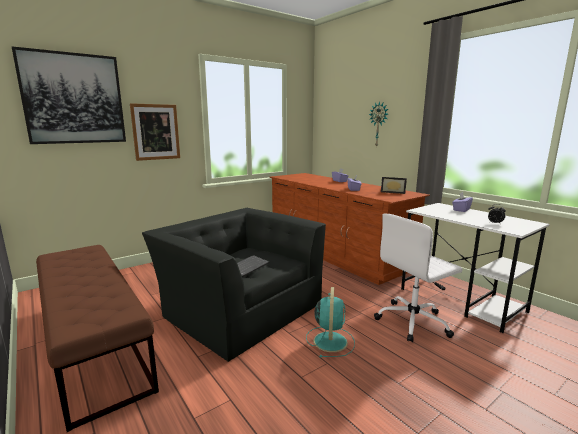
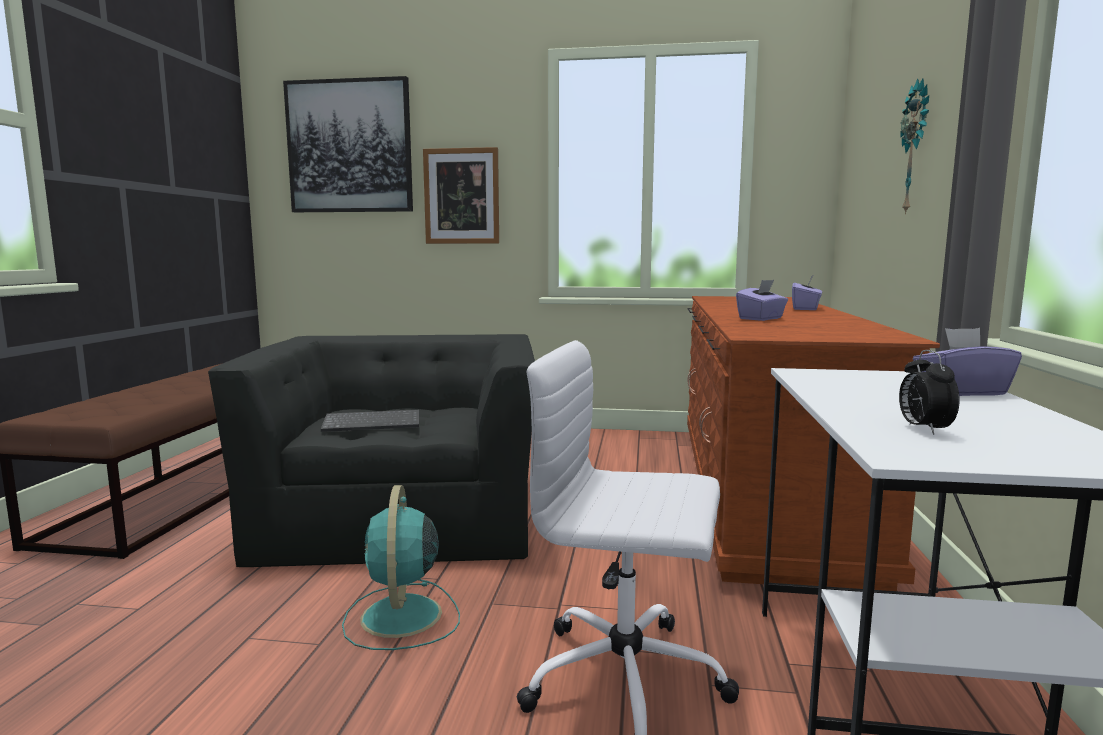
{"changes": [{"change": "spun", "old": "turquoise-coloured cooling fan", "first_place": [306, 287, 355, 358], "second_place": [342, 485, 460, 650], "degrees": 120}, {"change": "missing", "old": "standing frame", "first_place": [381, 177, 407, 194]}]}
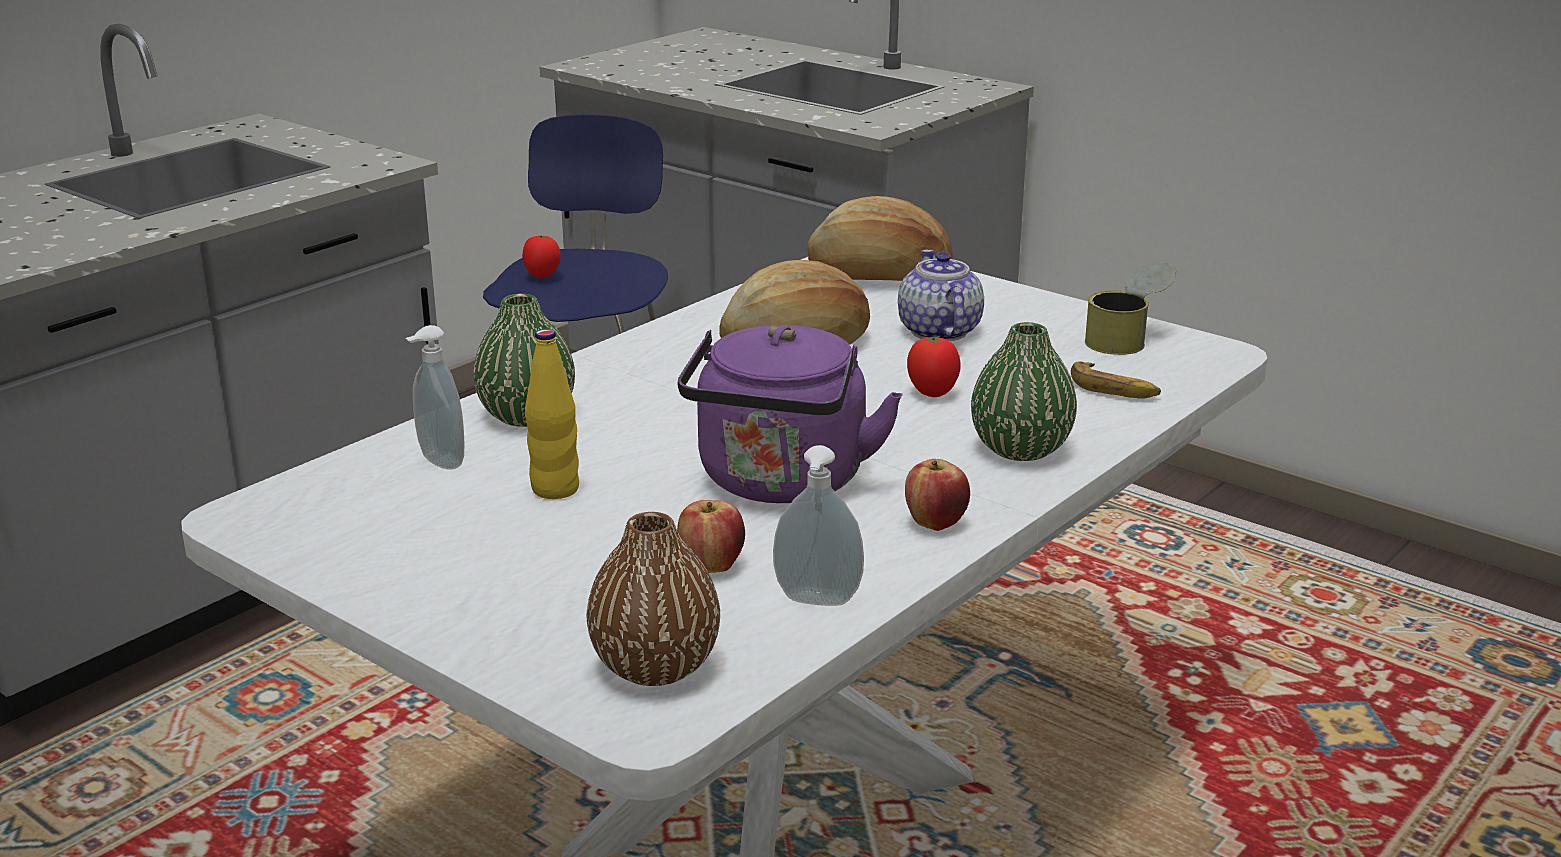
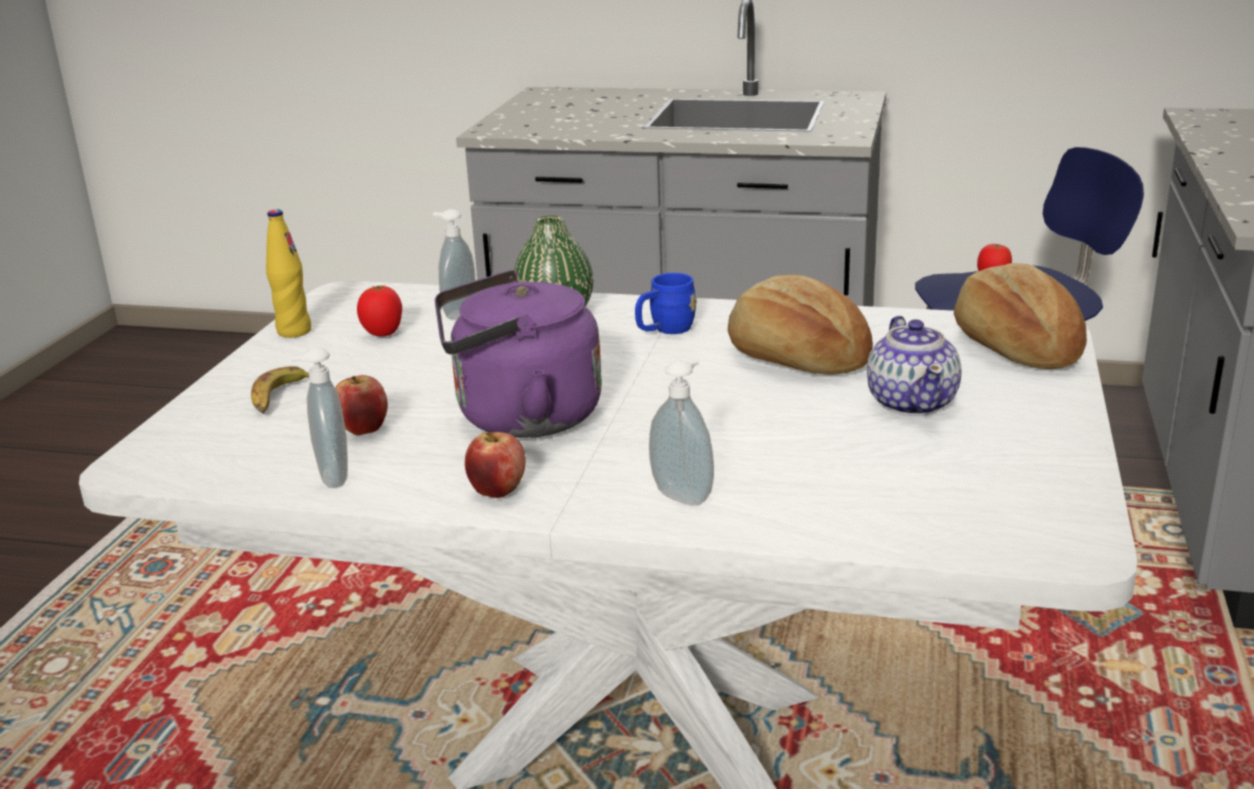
{"changes": [{"change": "relocated", "old": "yellow beverage bottle", "first_place": [525, 329, 579, 499], "second_place": [266, 209, 311, 338]}, {"change": "missing", "old": "brown flower vase", "first_place": [586, 512, 720, 686]}, {"change": "spun", "old": "teapot", "first_place": [898, 250, 984, 341], "second_place": [867, 316, 961, 416], "degrees": 120}, {"change": "relocated", "old": "whole tomato", "first_place": [907, 336, 961, 397], "second_place": [357, 285, 402, 337]}, {"change": "exchanged", "old": "greenish flower vase", "new": "soap dispenser", "first_place": [971, 322, 1077, 461], "second_place": [649, 358, 714, 506]}, {"change": "relocated", "old": "banana fruit", "first_place": [1071, 361, 1161, 399], "second_place": [251, 366, 309, 414]}, {"change": "missing", "old": "metal can", "first_place": [1085, 262, 1176, 355]}, {"change": "appeared", "new": "blue mug", "second_place": [635, 273, 697, 334]}]}
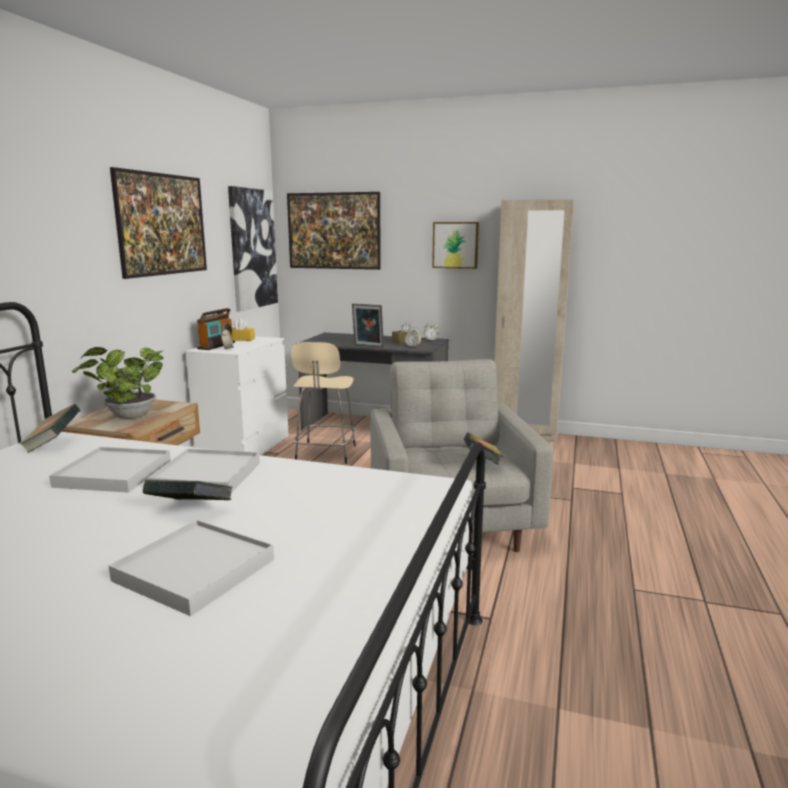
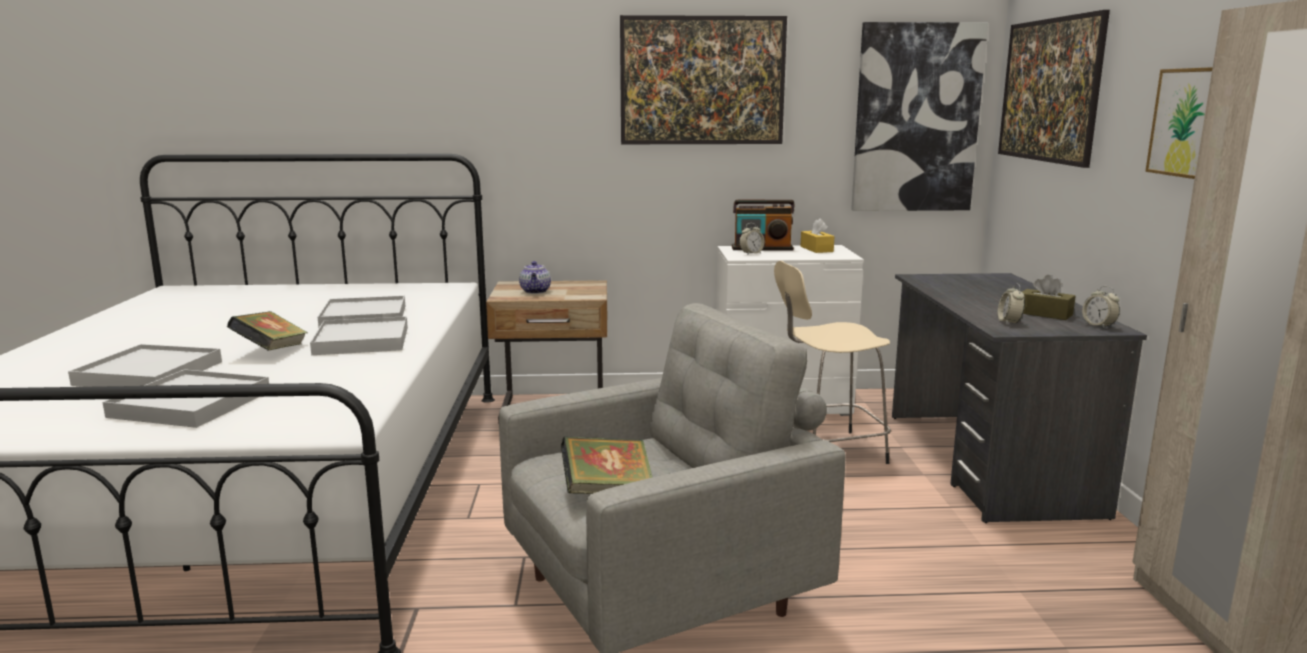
{"changes": [{"change": "missing", "old": "bound book", "first_place": [19, 404, 80, 453]}, {"change": "exchanged", "old": "potted plant", "new": "teapot", "first_place": [72, 347, 164, 419], "second_place": [519, 261, 551, 294]}, {"change": "missing", "old": "standing frame", "first_place": [352, 303, 384, 348]}, {"change": "appeared", "new": "whitish serving tray", "second_place": [103, 369, 269, 428]}]}
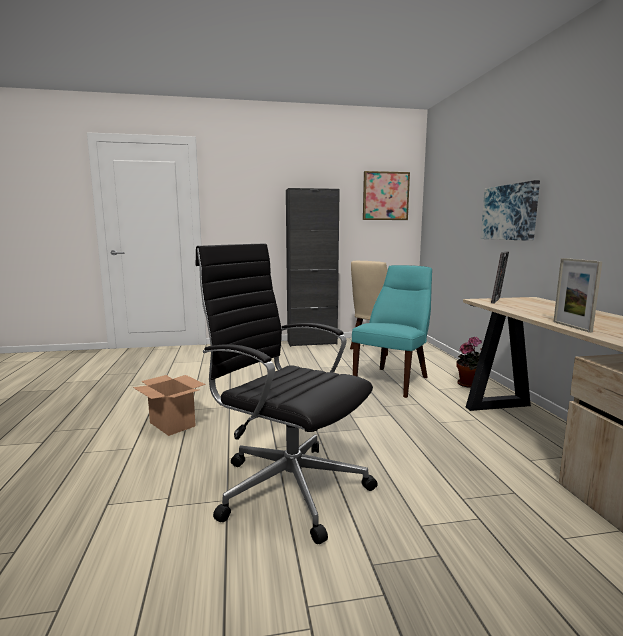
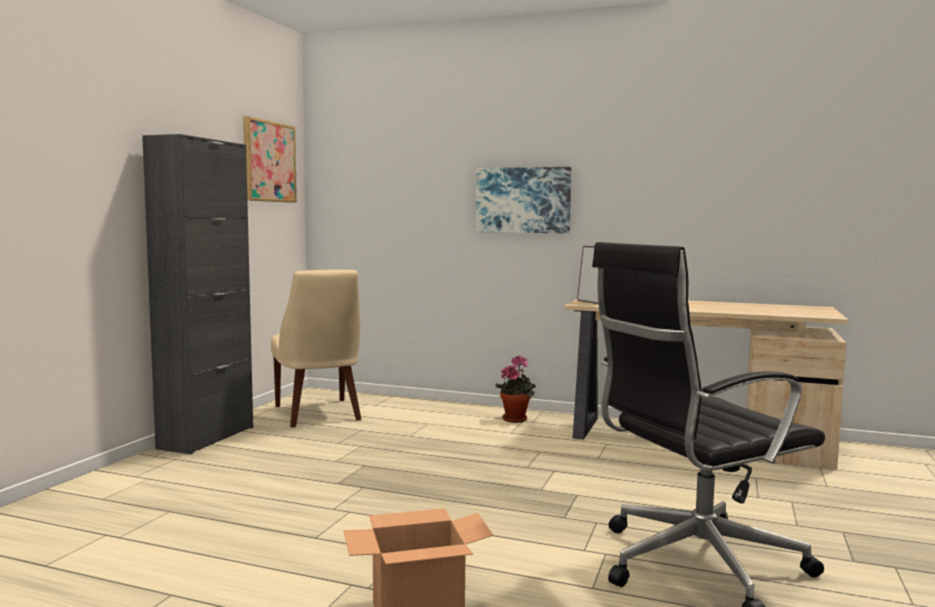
{"changes": [{"change": "missing", "old": "turquoise-coloured upright chair", "first_place": [352, 265, 432, 398]}, {"change": "missing", "old": "standing frame", "first_place": [553, 258, 602, 333]}]}
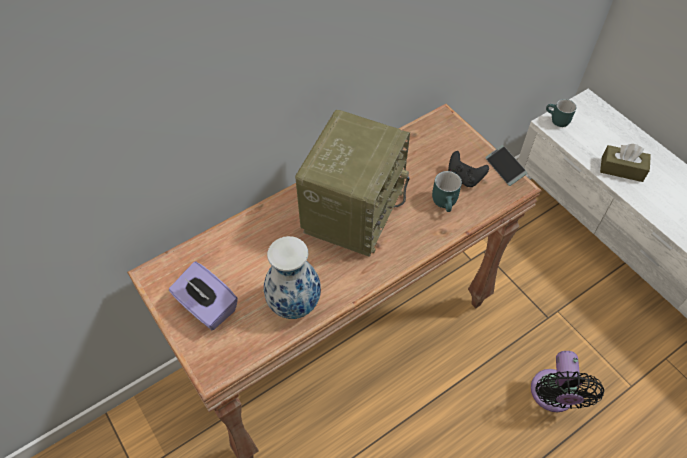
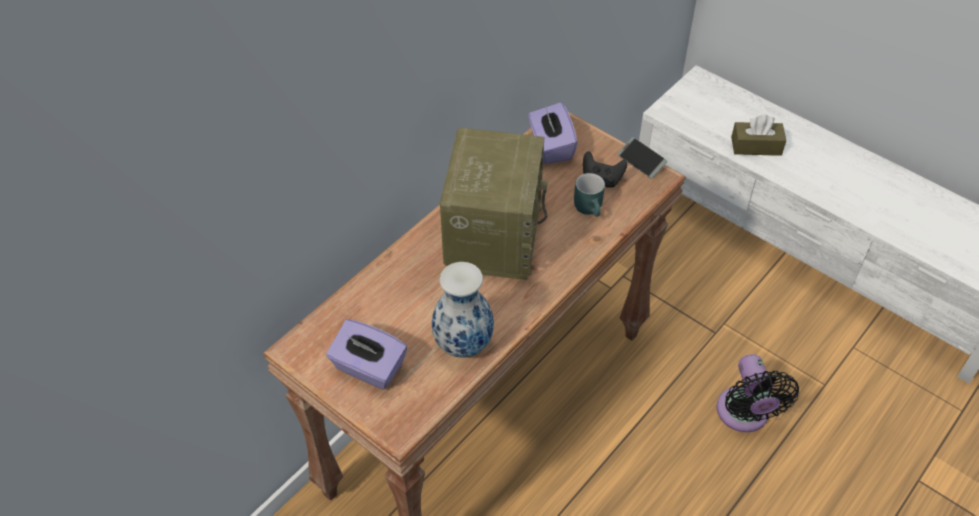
{"changes": [{"change": "missing", "old": "turquoise-coloured mug", "first_place": [546, 99, 576, 127]}, {"change": "appeared", "new": "purplish box of tissues", "second_place": [528, 102, 578, 164]}]}
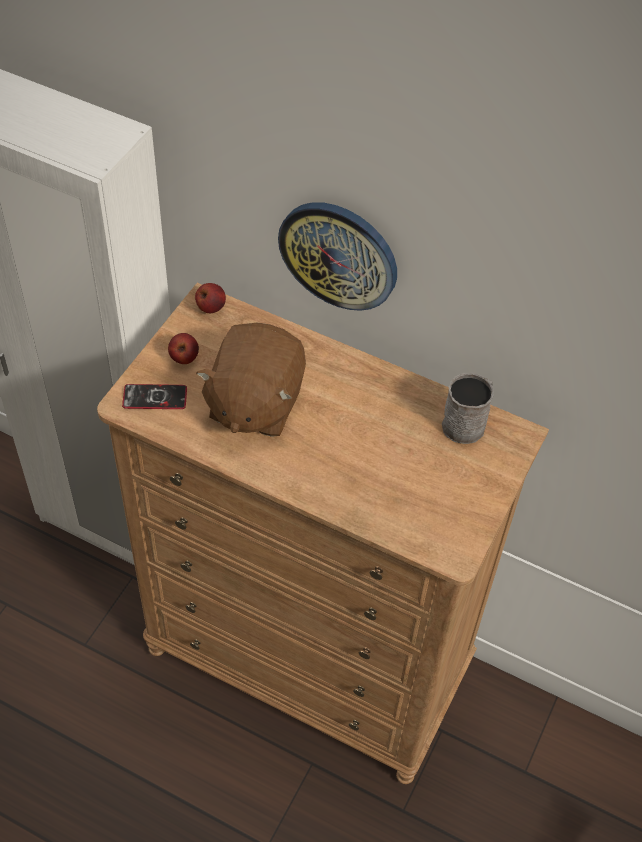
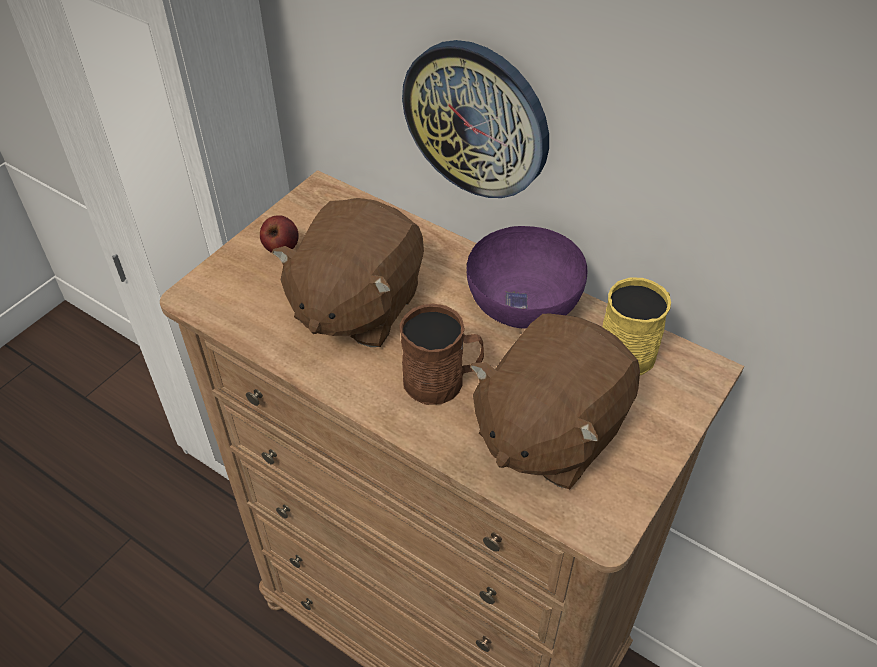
{"changes": [{"change": "missing", "old": "handset", "first_place": [122, 384, 187, 409]}, {"change": "missing", "old": "whole apple", "first_place": [195, 283, 226, 313]}, {"change": "colour", "old": "grey mug", "new": "yellow mug", "first_place": [442, 373, 494, 444], "second_place": [602, 277, 671, 375]}, {"change": "appeared", "new": "brown mug", "second_place": [399, 304, 484, 405]}, {"change": "appeared", "new": "purplish serving bowl", "second_place": [467, 226, 588, 329]}, {"change": "appeared", "new": "brown cuddly toy", "second_place": [470, 314, 640, 489]}]}
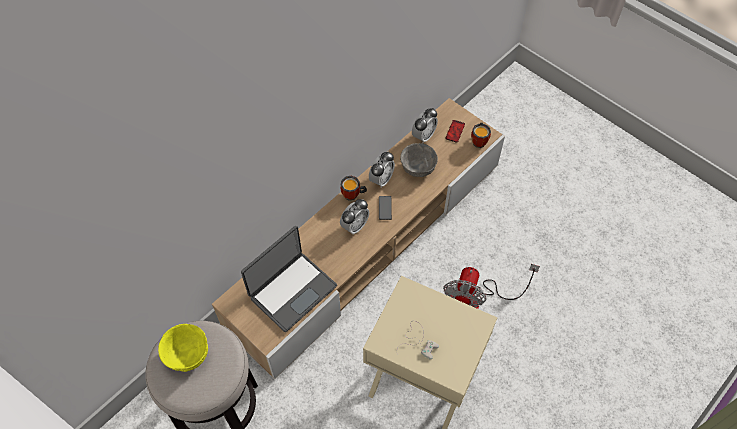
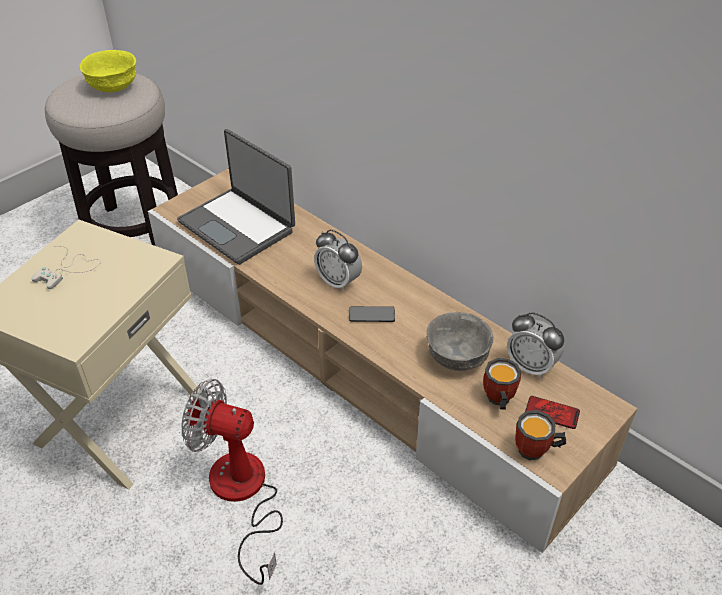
{"changes": [{"change": "relocated", "old": "mug", "first_place": [340, 176, 367, 201], "second_place": [483, 358, 521, 410]}, {"change": "missing", "old": "table clock", "first_place": [369, 151, 395, 188]}]}
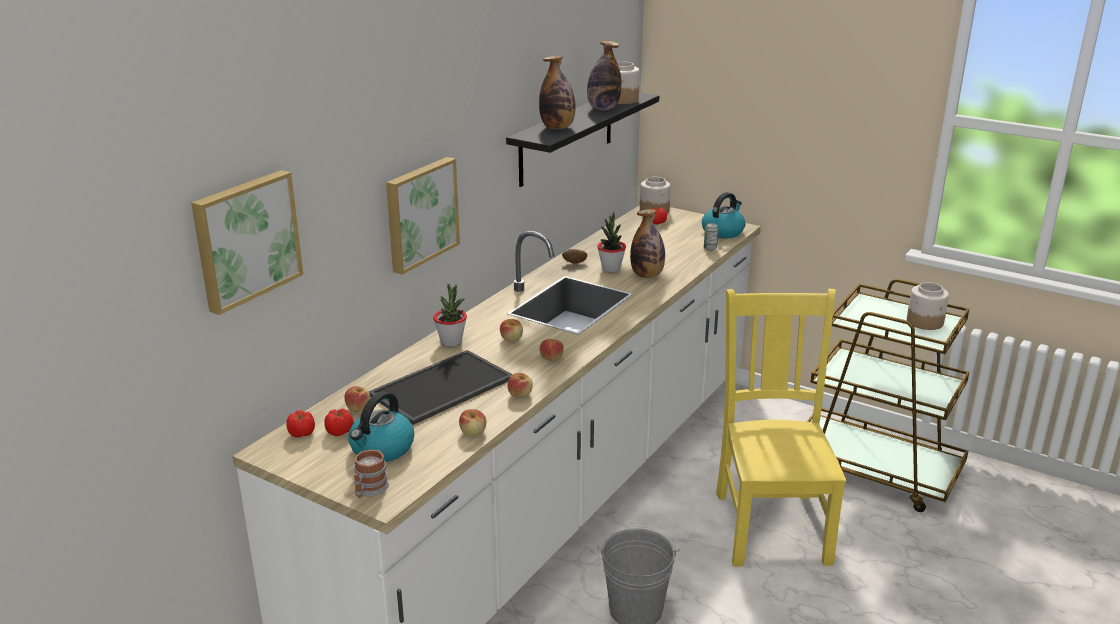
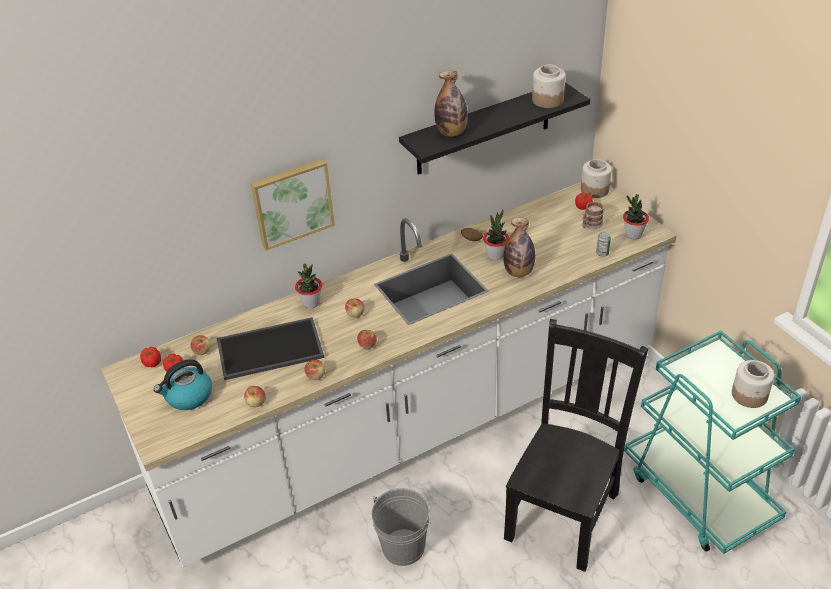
{"changes": [{"change": "missing", "old": "wall art", "first_place": [191, 170, 303, 315]}, {"change": "relocated", "old": "mug", "first_place": [354, 450, 389, 498], "second_place": [582, 202, 604, 229]}, {"change": "missing", "old": "beverage bottle", "first_place": [587, 41, 621, 110]}, {"change": "exchanged", "old": "water kettle", "new": "potted plant", "first_place": [702, 192, 745, 239], "second_place": [623, 194, 649, 239]}, {"change": "colour", "old": "yellow upright chair", "new": "black-coloured upright chair", "first_place": [716, 289, 846, 566], "second_place": [504, 319, 648, 572]}, {"change": "colour", "old": "brown wheeled cart", "new": "turquoise-coloured wheeled cart", "first_place": [807, 279, 969, 512], "second_place": [624, 331, 801, 554]}]}
